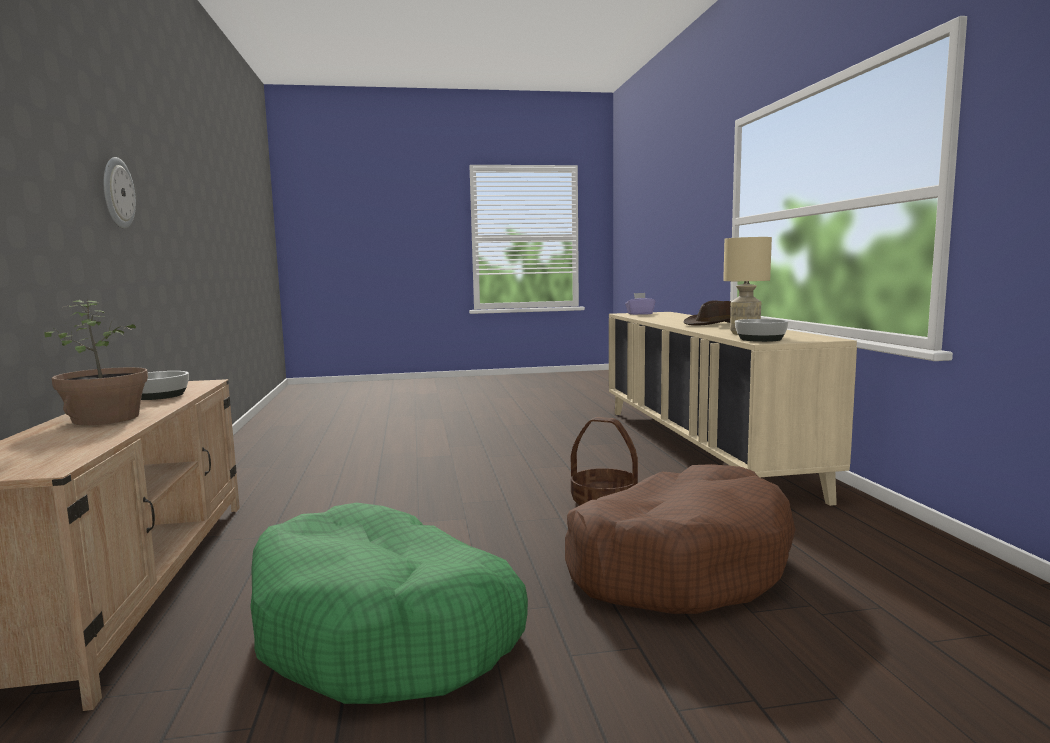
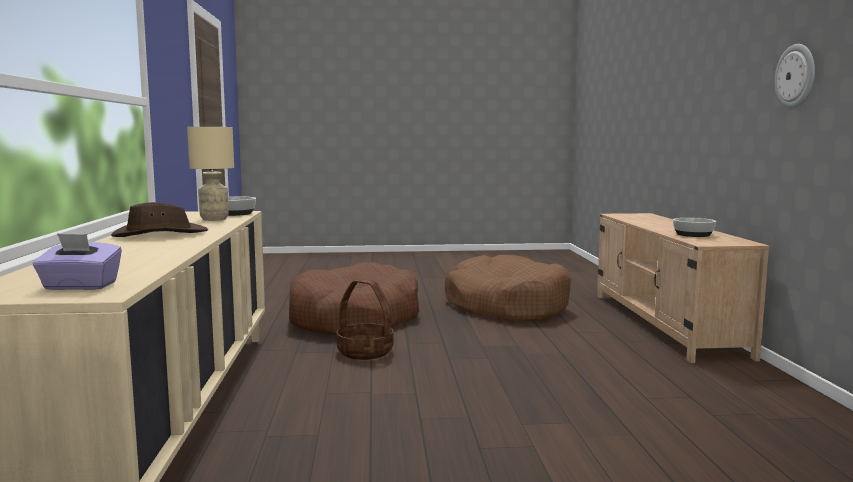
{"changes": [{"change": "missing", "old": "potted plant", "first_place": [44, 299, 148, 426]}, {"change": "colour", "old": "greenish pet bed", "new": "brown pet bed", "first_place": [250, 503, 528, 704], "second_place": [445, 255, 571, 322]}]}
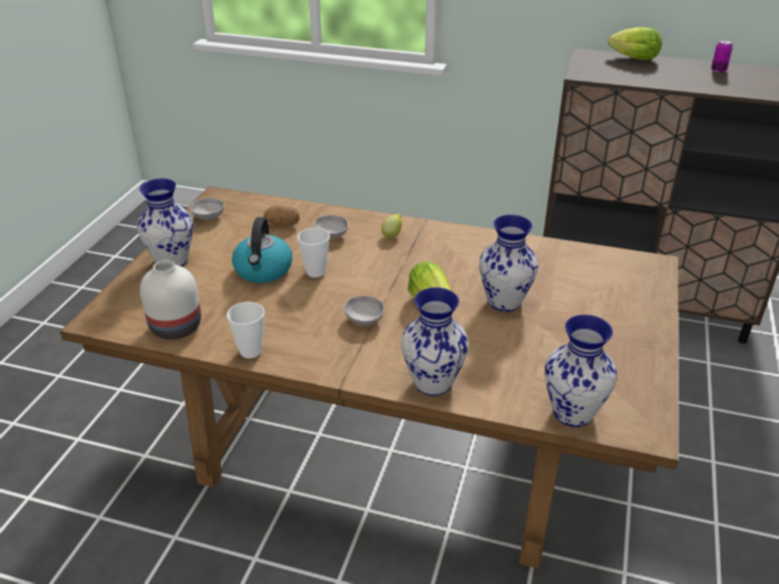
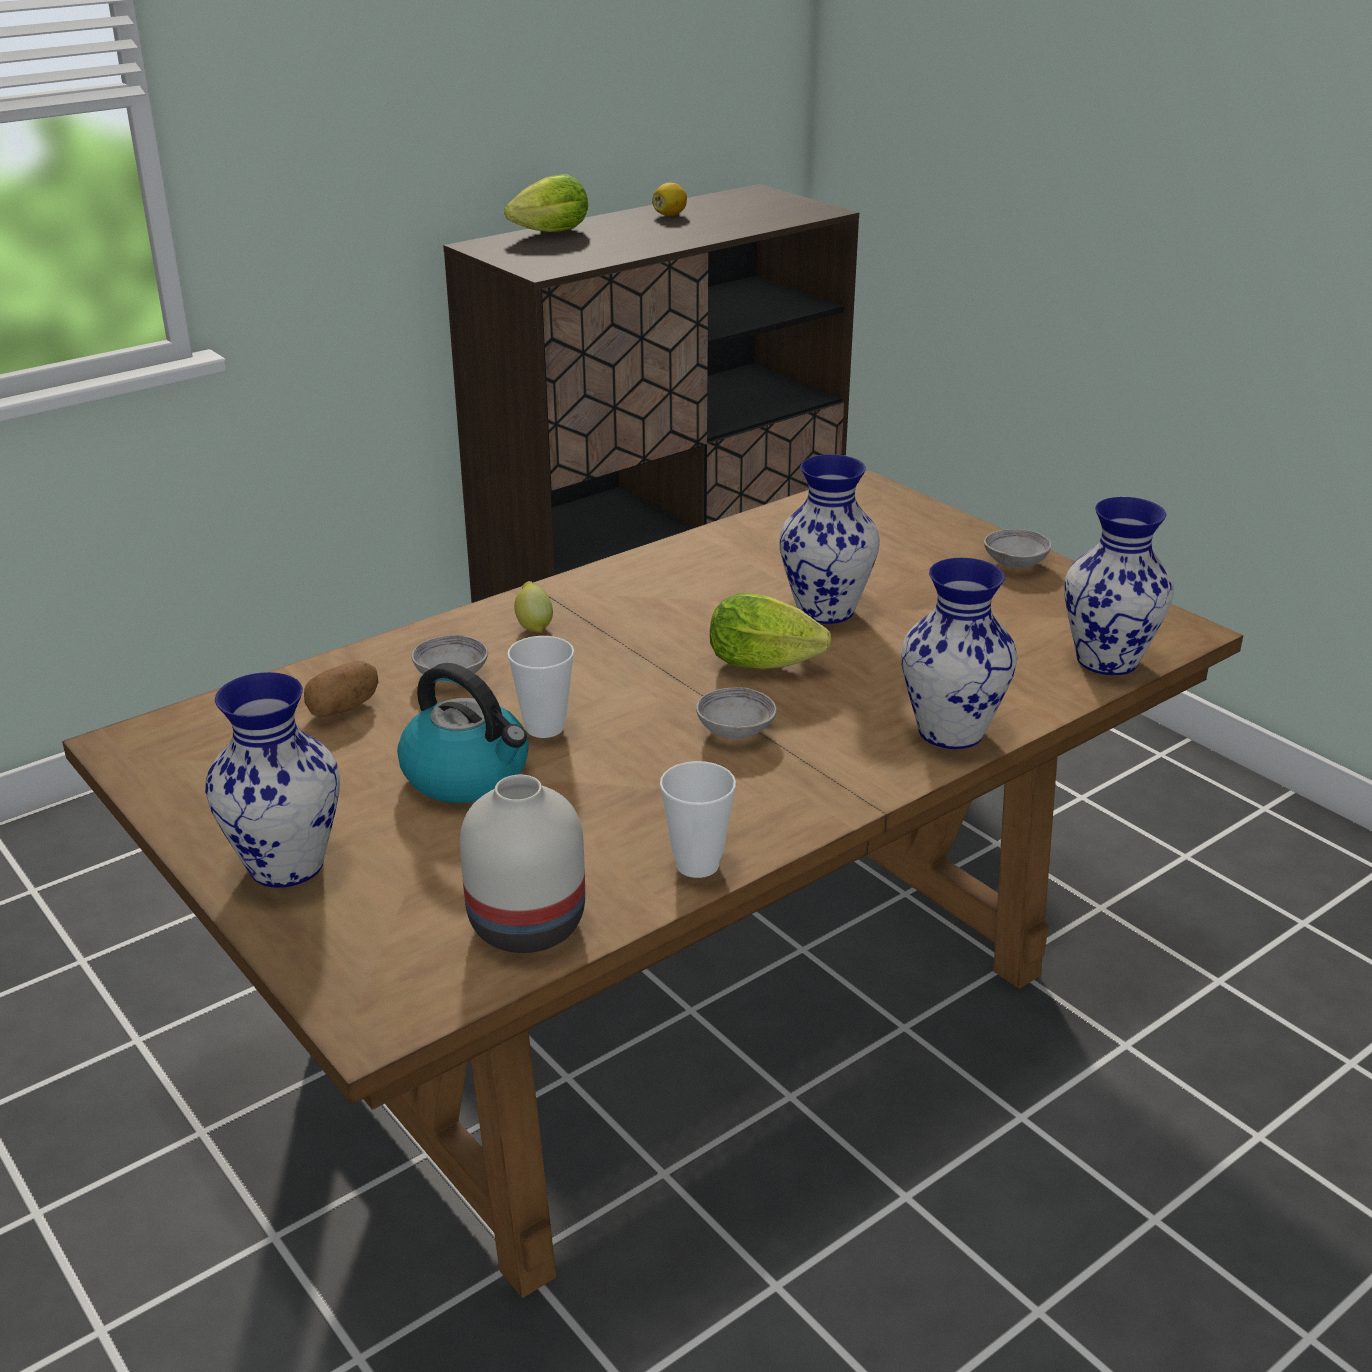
{"changes": [{"change": "relocated", "old": "grey serving bowl", "first_place": [190, 198, 224, 220], "second_place": [984, 529, 1052, 568]}, {"change": "exchanged", "old": "metal can", "new": "lemon", "first_place": [711, 40, 733, 73], "second_place": [652, 183, 687, 216]}]}
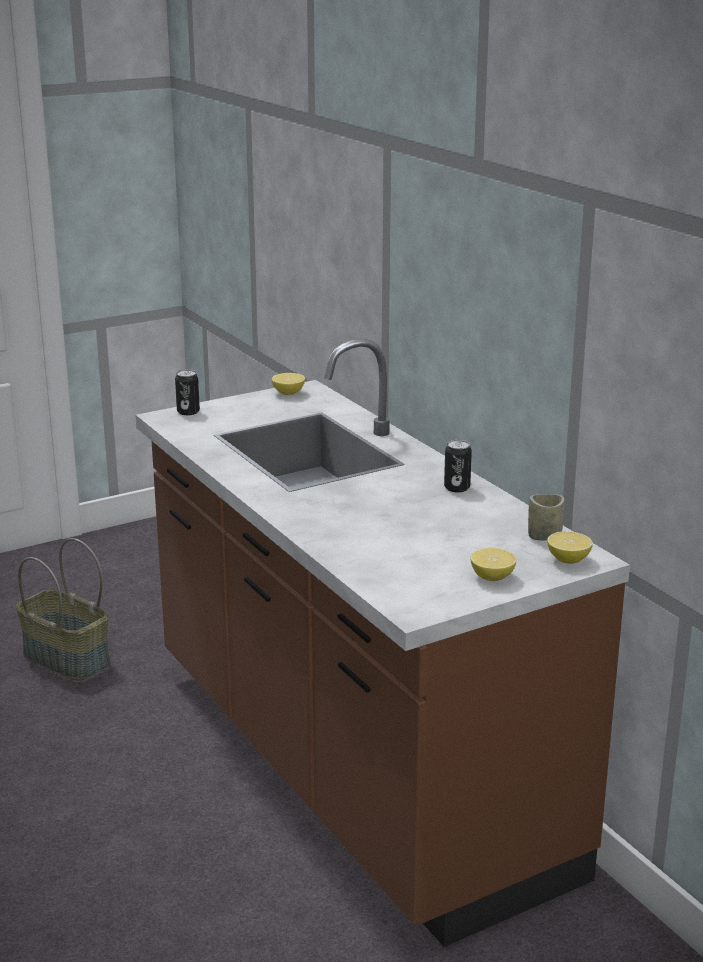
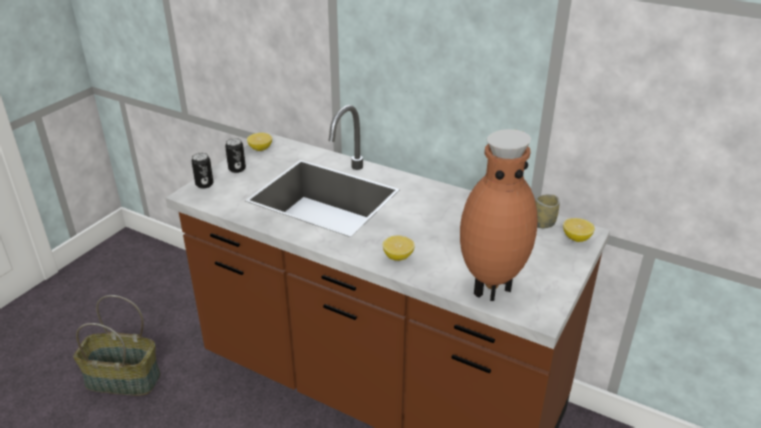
{"changes": [{"change": "relocated", "old": "metal can", "first_place": [444, 440, 472, 492], "second_place": [225, 138, 246, 173]}, {"change": "relocated", "old": "lemon", "first_place": [470, 548, 517, 581], "second_place": [383, 236, 415, 261]}, {"change": "appeared", "new": "brown flower vase", "second_place": [460, 129, 538, 301]}]}
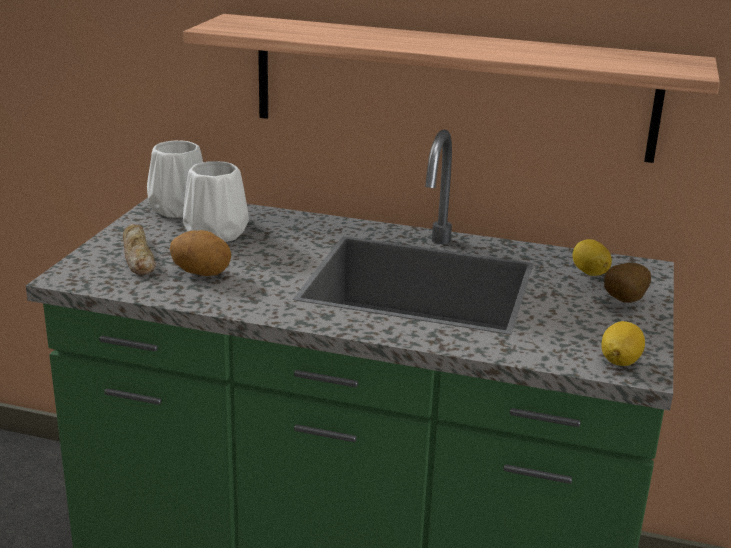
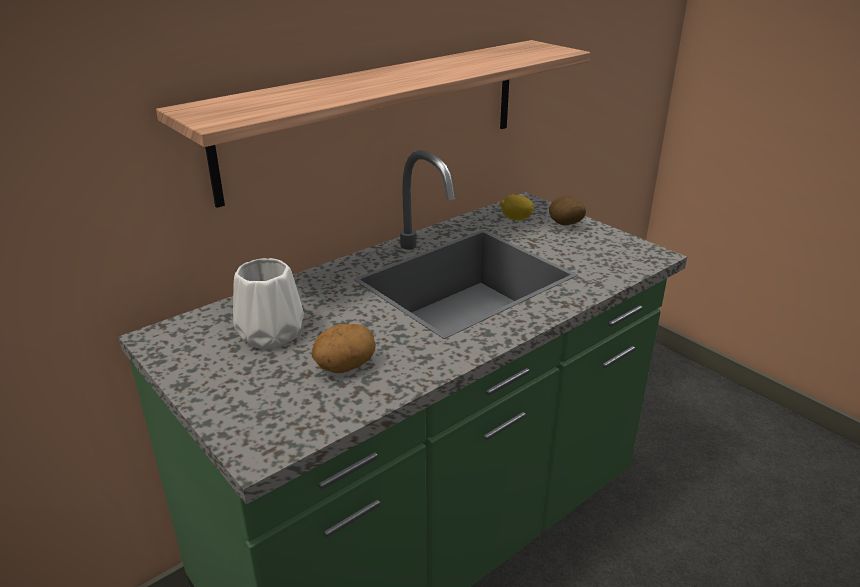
{"changes": [{"change": "missing", "old": "bread", "first_place": [123, 224, 156, 275]}, {"change": "missing", "old": "whitish flower vase", "first_place": [147, 140, 203, 218]}, {"change": "missing", "old": "lemon", "first_place": [601, 321, 645, 366]}]}
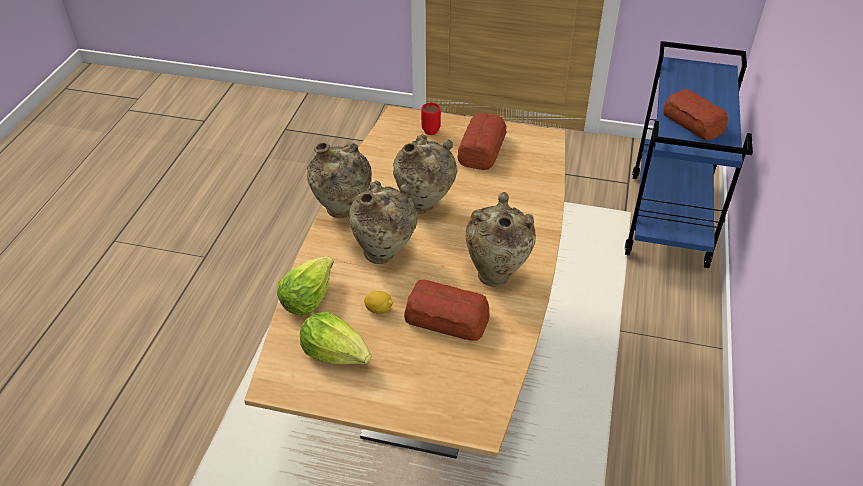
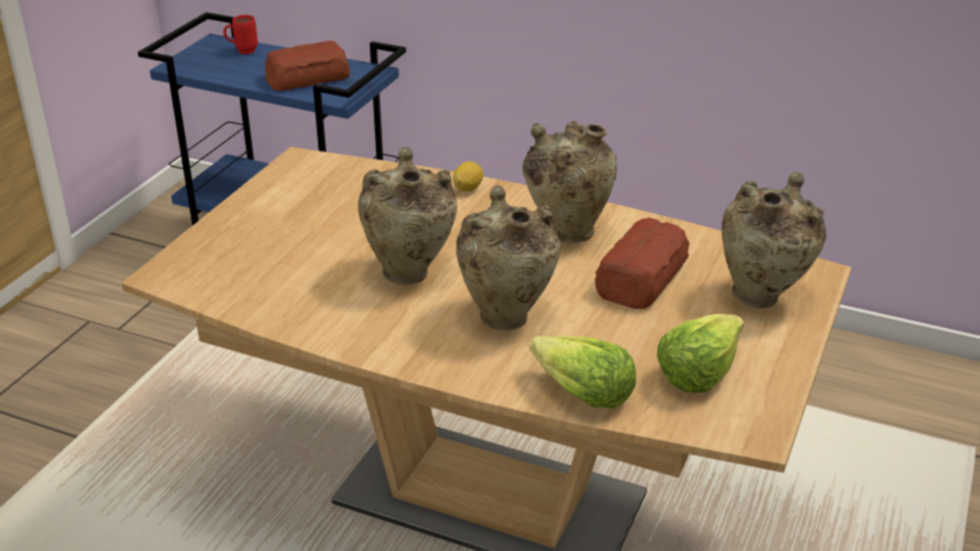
{"changes": [{"change": "relocated", "old": "sand-coloured flower vase", "first_place": [307, 142, 372, 218], "second_place": [722, 172, 826, 308]}, {"change": "relocated", "old": "lemon", "first_place": [364, 291, 393, 314], "second_place": [453, 161, 483, 191]}, {"change": "relocated", "old": "red-coloured mug", "first_place": [421, 103, 441, 135], "second_place": [223, 15, 258, 54]}, {"change": "missing", "old": "bread", "first_place": [457, 113, 507, 170]}]}
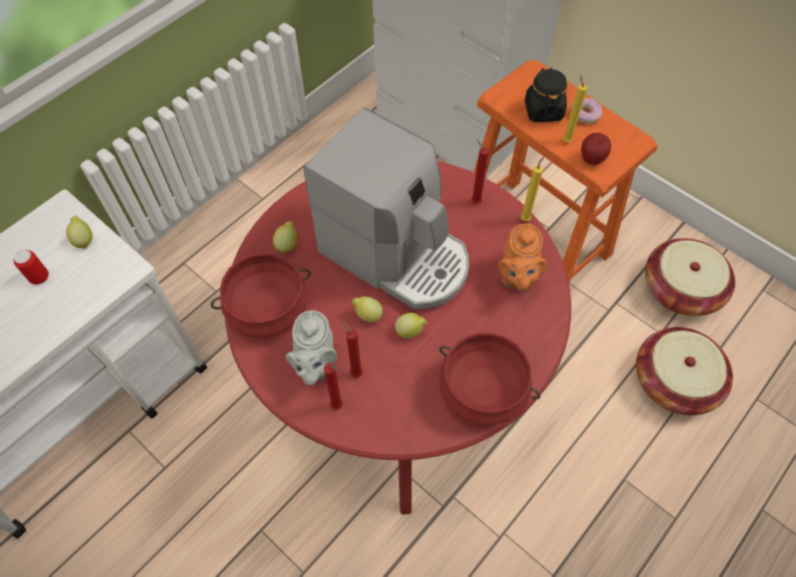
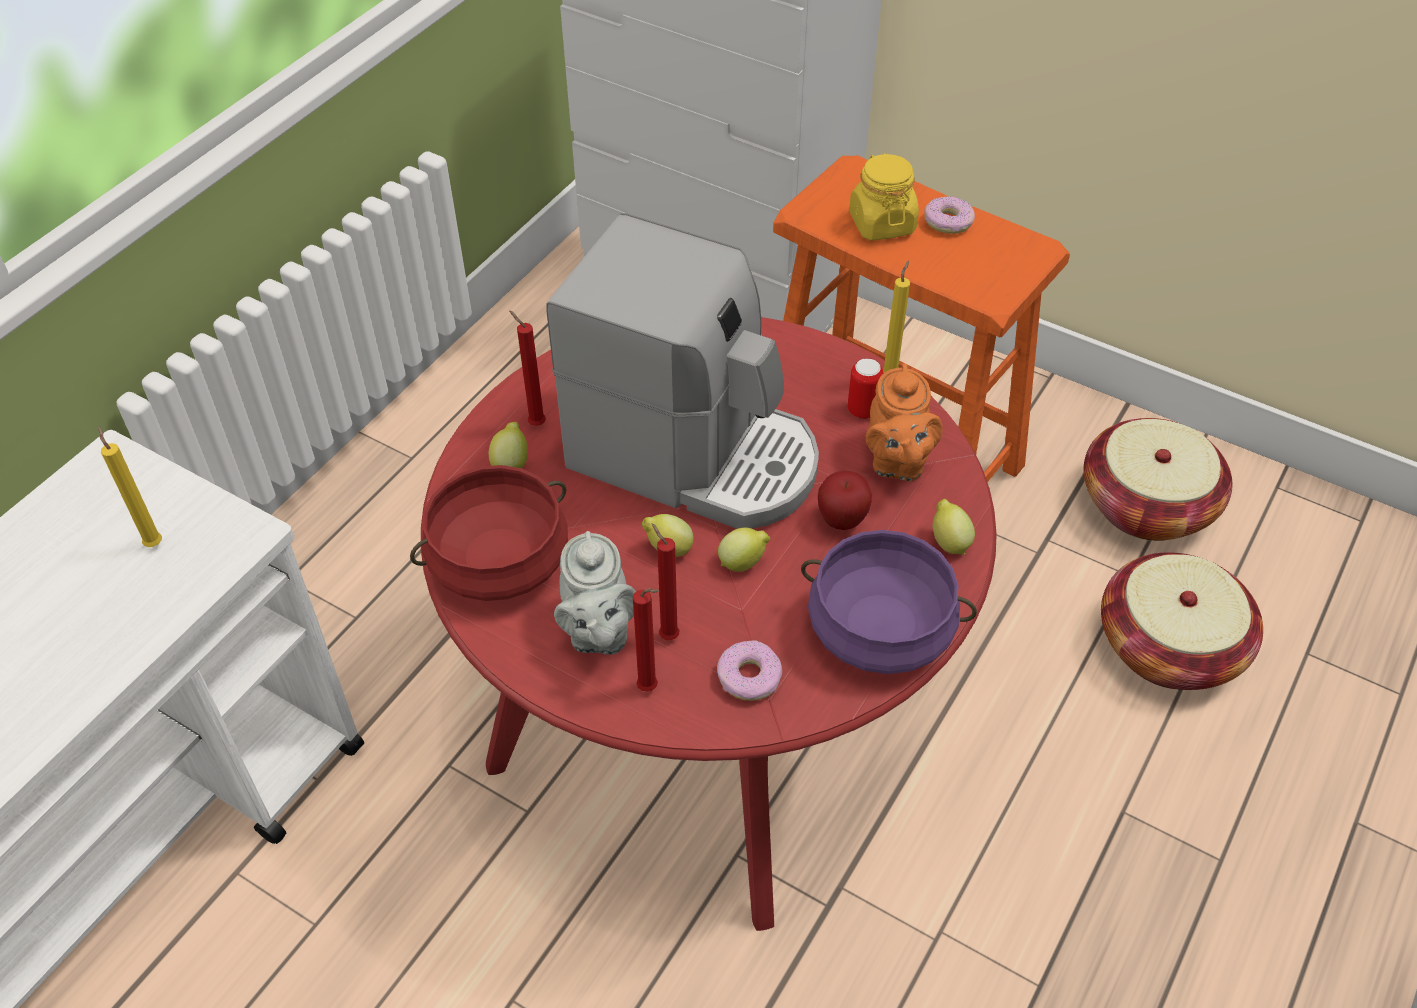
{"changes": [{"change": "relocated", "old": "metal can", "first_place": [14, 250, 49, 285], "second_place": [848, 358, 883, 419]}, {"change": "relocated", "old": "lemon", "first_place": [66, 216, 92, 249], "second_place": [932, 499, 975, 555]}, {"change": "colour", "old": "red-coloured saucepot", "new": "purplish saucepot", "first_place": [439, 333, 541, 426], "second_place": [801, 530, 977, 674]}, {"change": "relocated", "old": "red-coloured wax candle", "first_place": [471, 140, 489, 204], "second_place": [509, 311, 546, 426]}, {"change": "colour", "old": "black-coloured jar", "new": "yellow jar", "first_place": [525, 68, 567, 122], "second_place": [849, 153, 919, 241]}, {"change": "relocated", "old": "yellow wax candle", "first_place": [563, 74, 587, 142], "second_place": [98, 426, 162, 547]}, {"change": "relocated", "old": "whole apple", "first_place": [581, 133, 611, 165], "second_place": [818, 471, 872, 530]}, {"change": "appeared", "new": "ring doughnut", "second_place": [717, 640, 782, 701]}]}
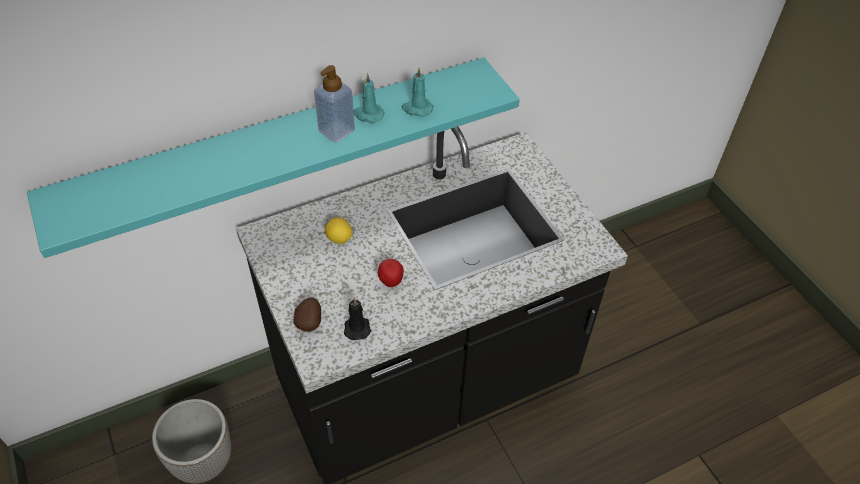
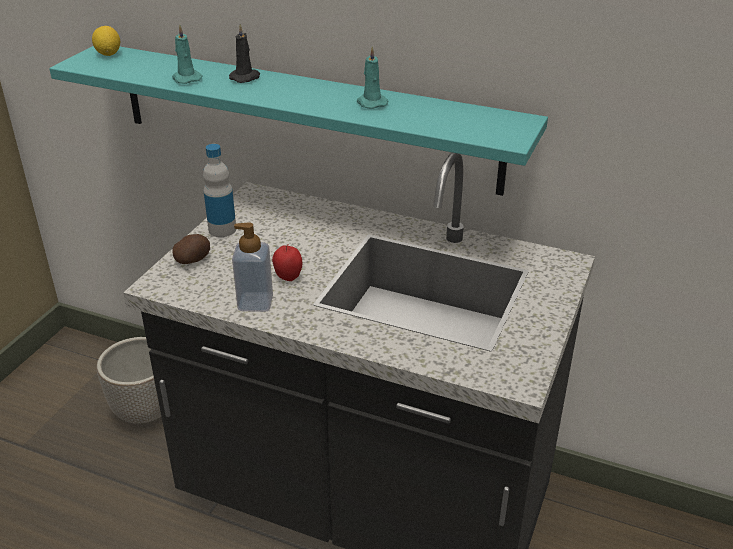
{"changes": [{"change": "relocated", "old": "soap dispenser", "first_place": [314, 65, 355, 143], "second_place": [232, 222, 273, 312]}, {"change": "relocated", "old": "lemon", "first_place": [325, 217, 353, 244], "second_place": [92, 26, 120, 56]}, {"change": "relocated", "old": "black-coloured wax candle", "first_place": [344, 297, 371, 340], "second_place": [229, 24, 260, 83]}, {"change": "relocated", "old": "turquoise-coloured wax candle", "first_place": [402, 67, 433, 117], "second_place": [172, 25, 202, 84]}, {"change": "appeared", "new": "beverage bottle", "second_place": [203, 144, 236, 237]}]}
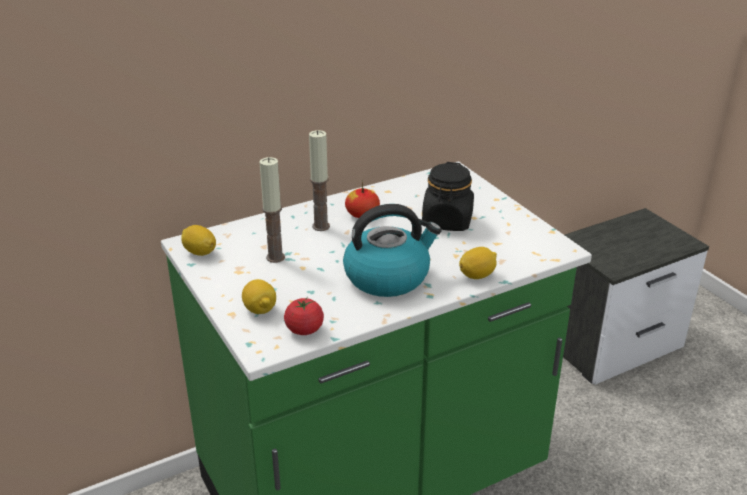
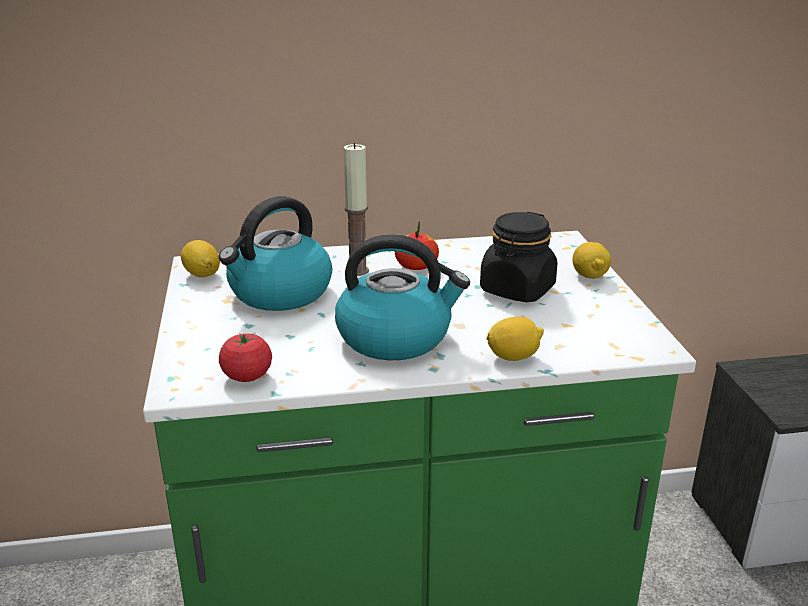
{"changes": [{"change": "relocated", "old": "lemon", "first_place": [242, 279, 276, 314], "second_place": [572, 242, 611, 279]}, {"change": "exchanged", "old": "wax candle", "new": "water kettle", "first_place": [259, 157, 285, 263], "second_place": [219, 196, 332, 311]}]}
